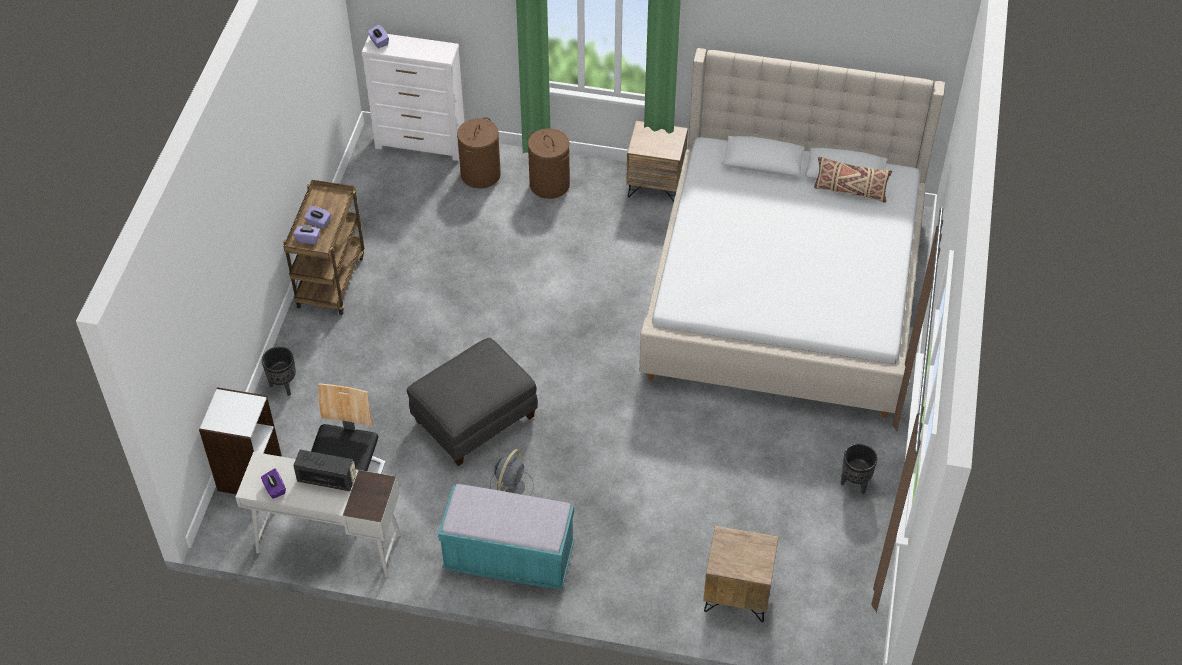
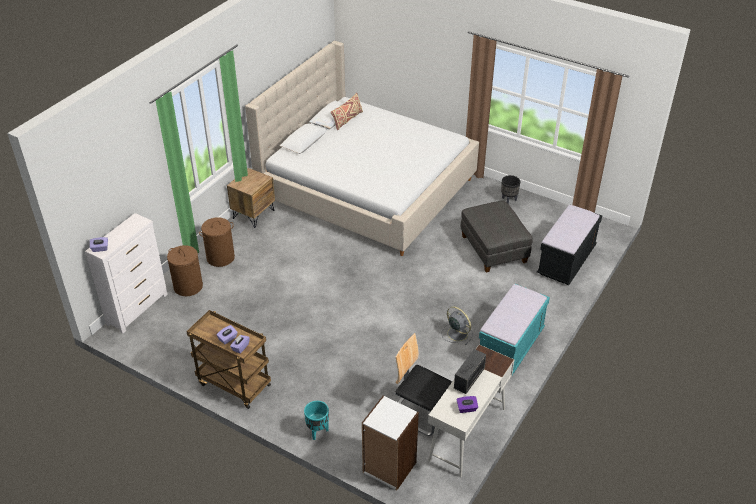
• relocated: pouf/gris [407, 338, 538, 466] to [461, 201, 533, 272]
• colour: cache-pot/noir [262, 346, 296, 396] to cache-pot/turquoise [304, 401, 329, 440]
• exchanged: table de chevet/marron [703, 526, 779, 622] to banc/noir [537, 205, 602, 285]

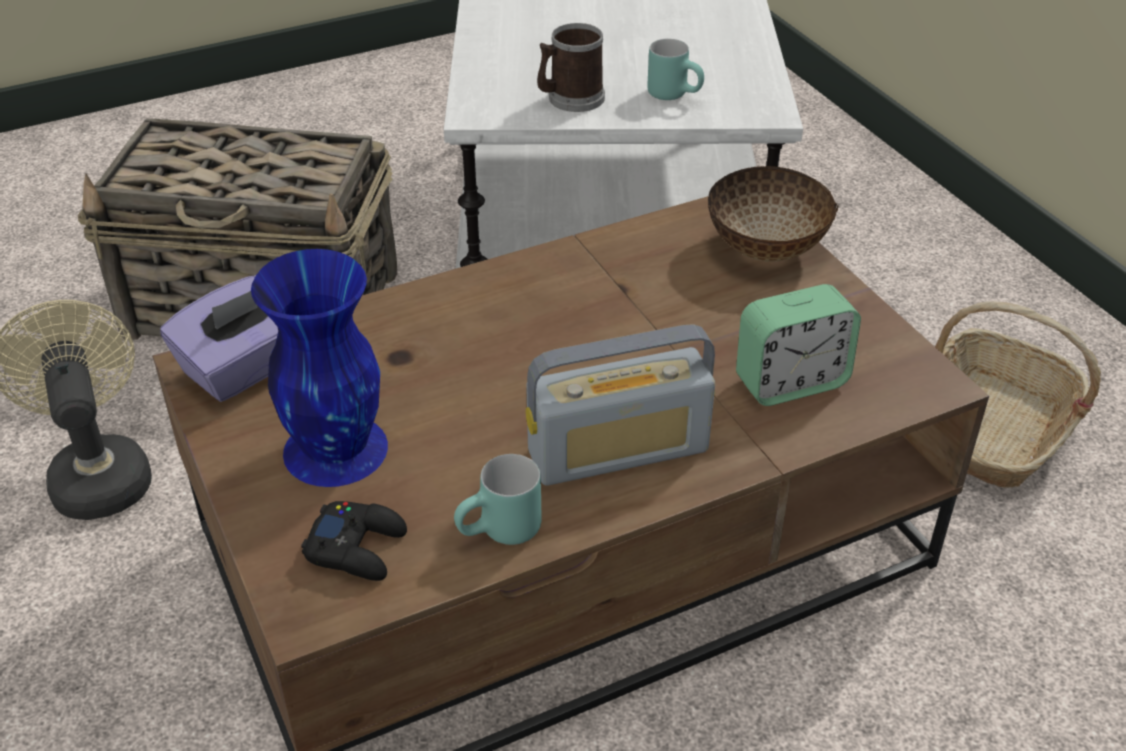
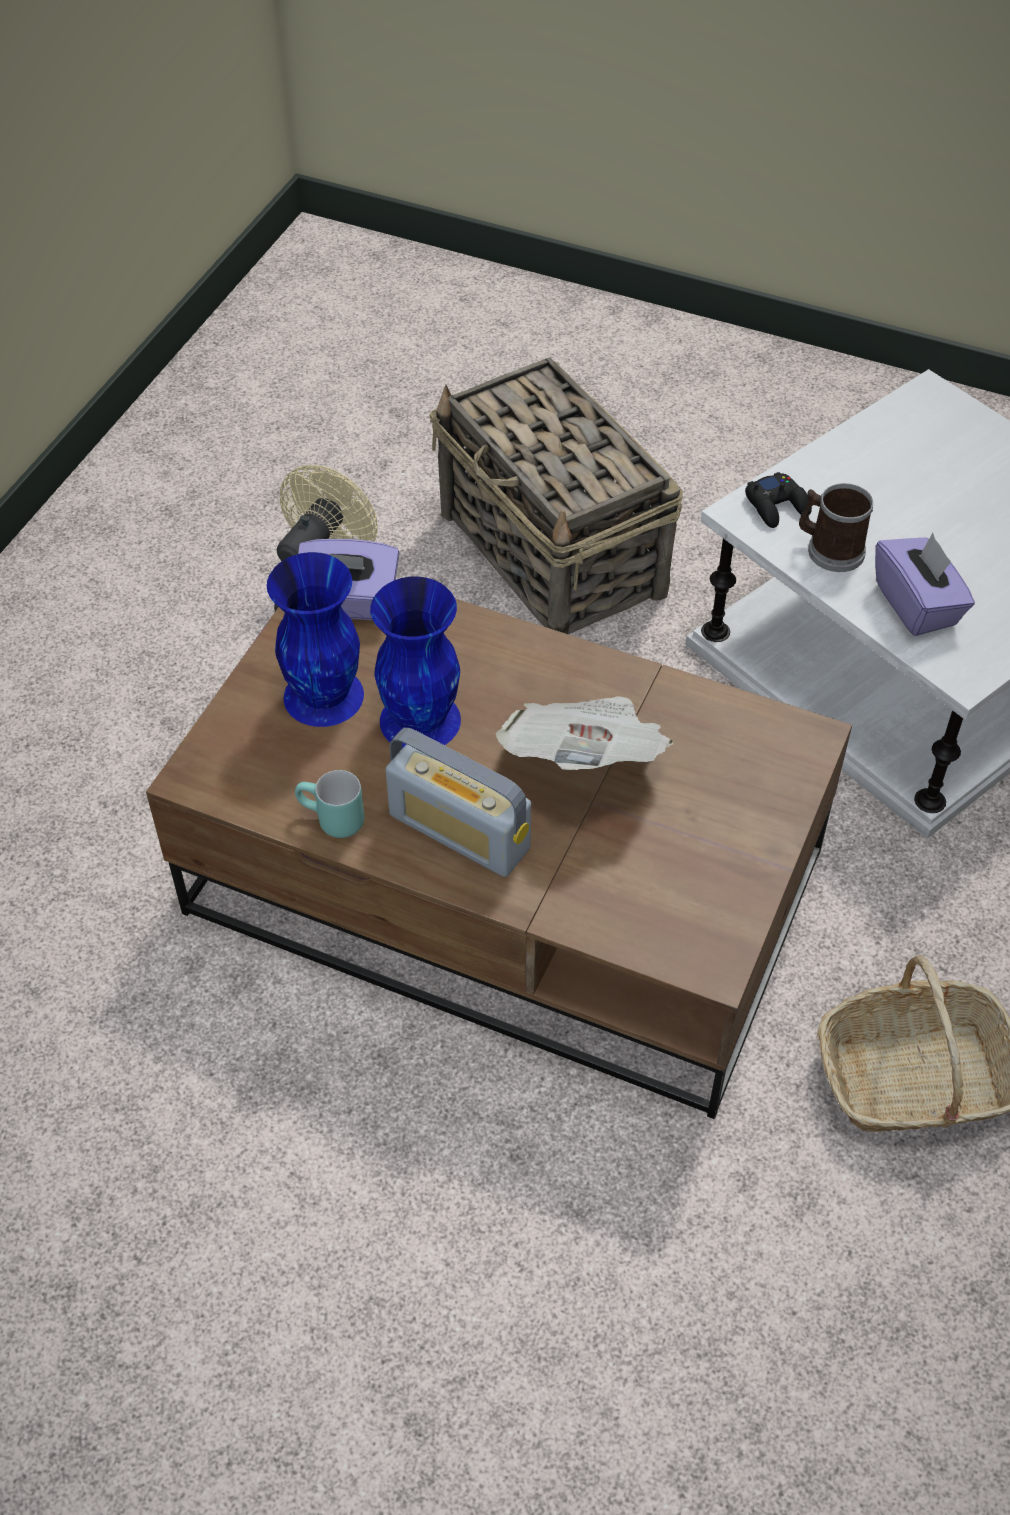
• exchanged: mug/turquoise [647, 39, 704, 100] to boîte à mouchoirs/violet [875, 533, 975, 636]
• missing: bol [708, 166, 839, 262]
• missing: réveil [736, 284, 861, 406]
• relocated: manette/noir [301, 501, 407, 581] to [745, 472, 812, 528]
• appeared: vase/bleu [370, 577, 461, 748]
• appeared: journal [496, 696, 673, 770]

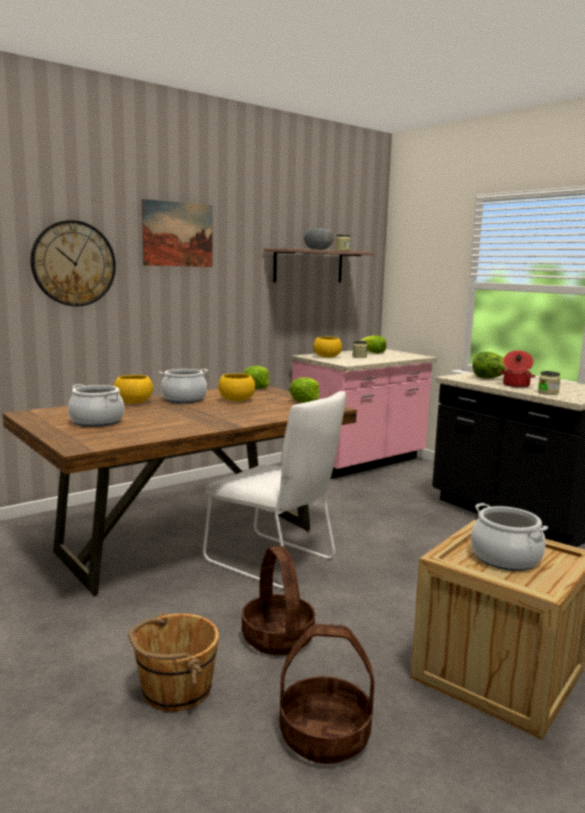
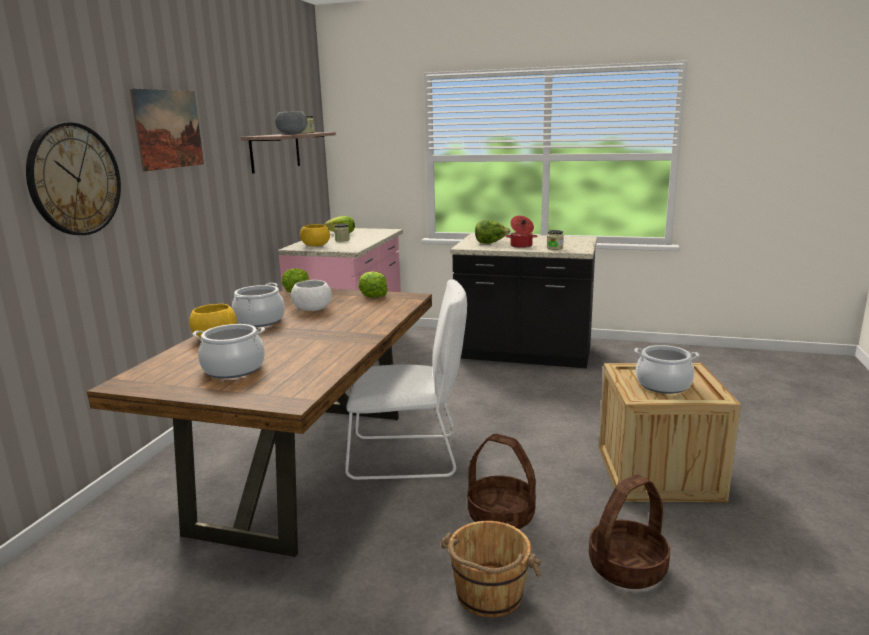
• colour: bol/jaune [218, 373, 255, 402] to bol/blanc [291, 280, 332, 311]

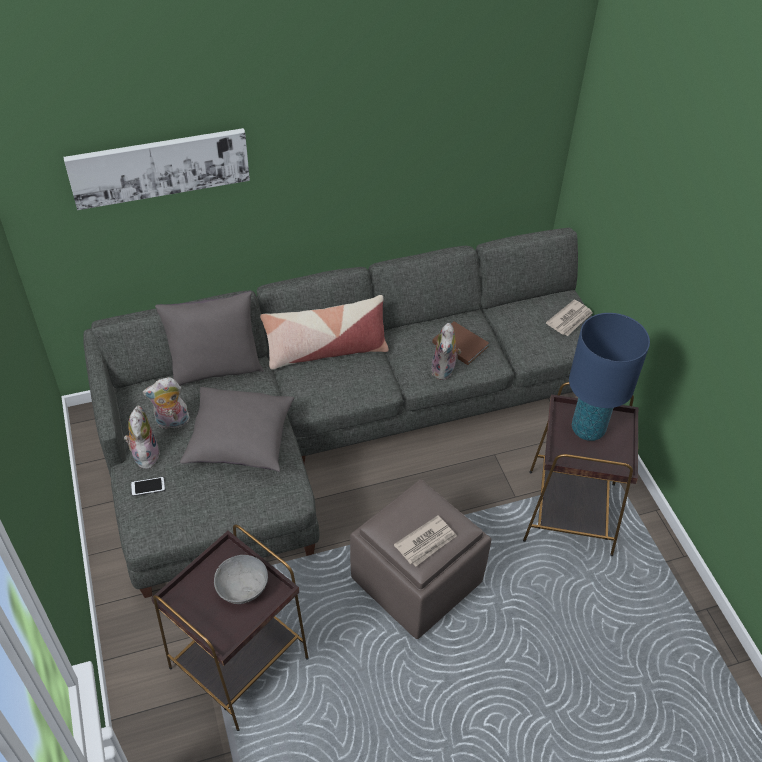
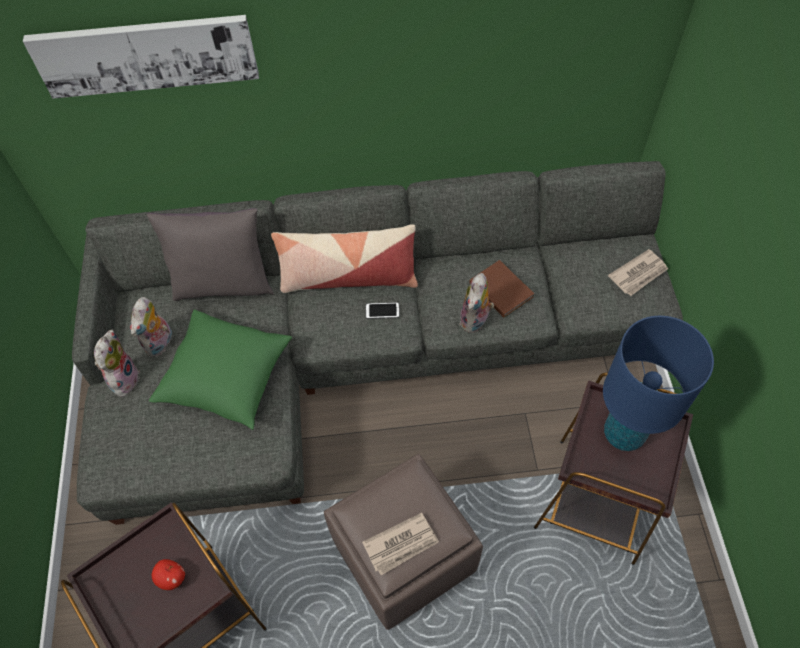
• spun: peluche [143, 377, 190, 429] = [130, 297, 172, 357] 75 degrees counterclockwise
• colour: coussin/gris [180, 387, 294, 472] to coussin/vert [149, 310, 293, 430]
• relocated: téléphone [131, 477, 166, 496] to [365, 302, 400, 319]
• exchanged: bol/gris [214, 555, 268, 604] to pomme [152, 559, 185, 590]

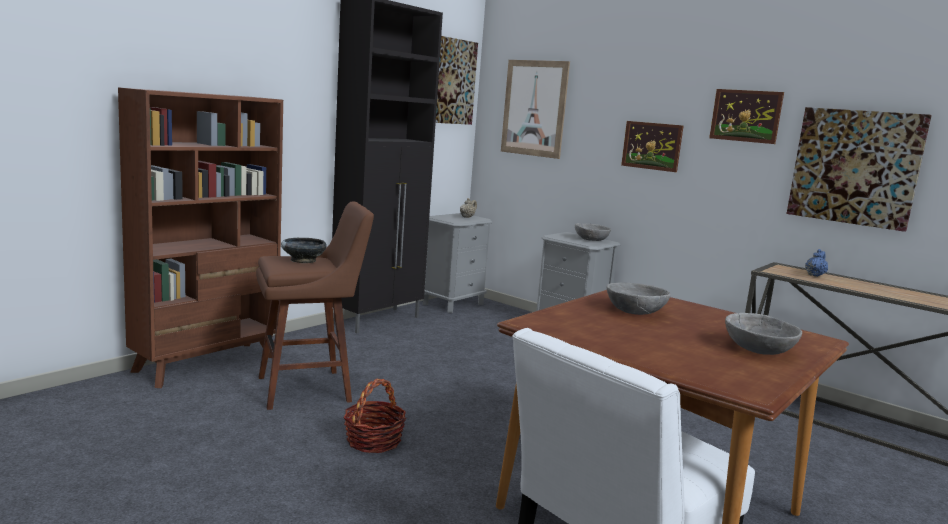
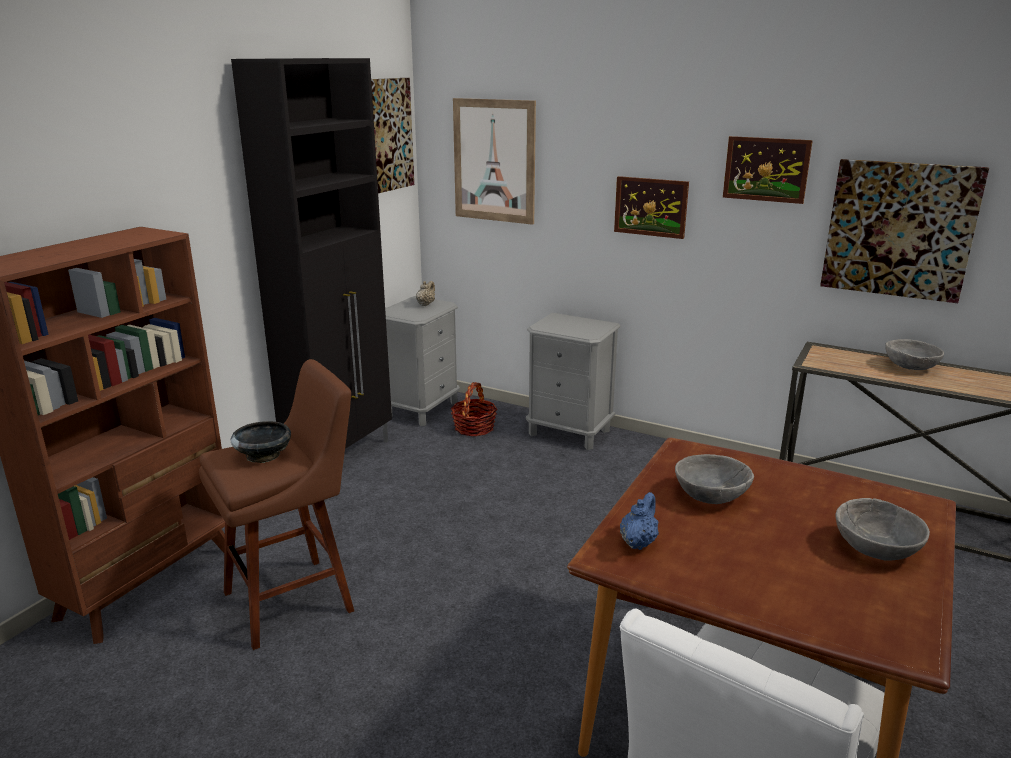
• relocated: bol/gris [575, 223, 611, 241] to [885, 339, 944, 370]
• relocated: théière/bleu [805, 249, 828, 277] to [620, 492, 659, 550]
• relocated: panier [344, 379, 406, 453] to [450, 382, 498, 436]

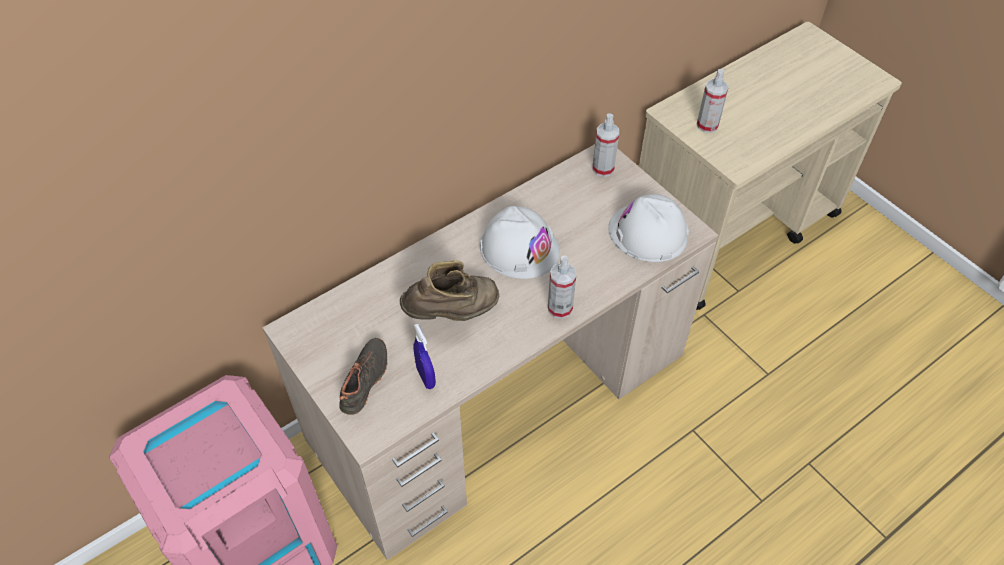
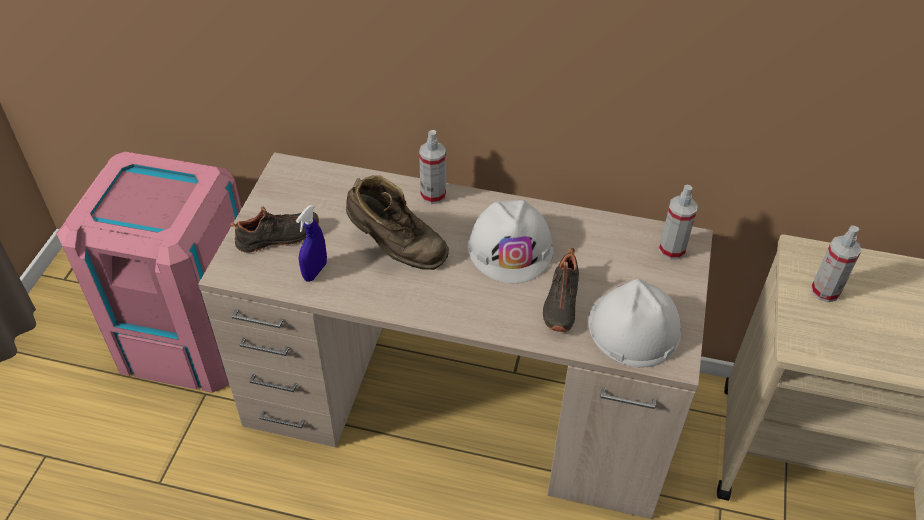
• relocated: vaporisateur [548, 255, 576, 319] to [419, 130, 446, 204]
• appeared: chaussure/noir [543, 248, 579, 332]

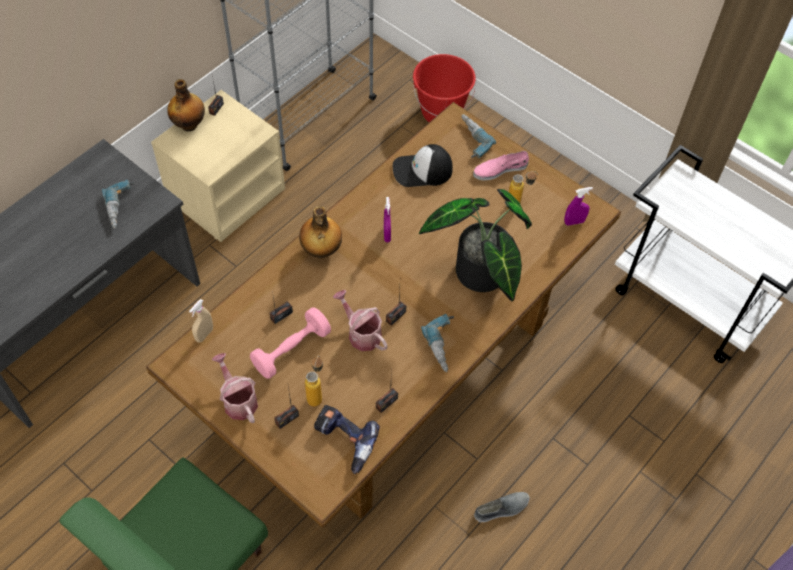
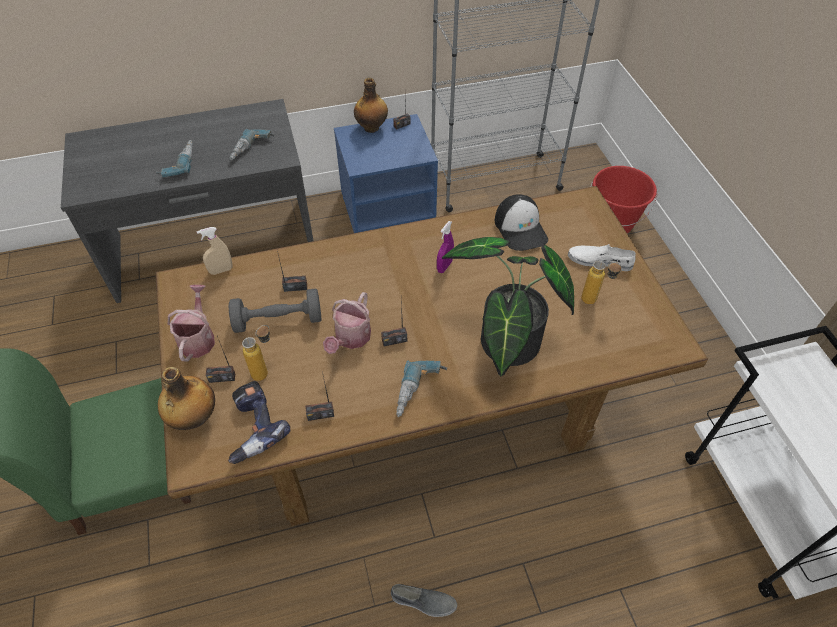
• colour: table de chevet/beige [151, 90, 285, 242] to table de chevet/bleu [334, 114, 438, 233]
• relocated: perceuse [461, 114, 496, 158] to [156, 140, 193, 177]
• spun: casquette [393, 144, 453, 187] = [495, 194, 548, 251] 135 degrees counterclockwise
• colour: chaussure/rose [473, 151, 529, 180] to chaussure/blanc [568, 244, 636, 271]
• missing: vaporisateur/violet [564, 187, 593, 226]
• relocated: bouteille [299, 206, 342, 258] to [158, 367, 215, 430]
• spun: arrosoir [333, 290, 387, 351] = [323, 292, 371, 354] 150 degrees counterclockwise
• colour: haltère/rose [250, 307, 331, 379] to haltère/gris [229, 288, 321, 333]

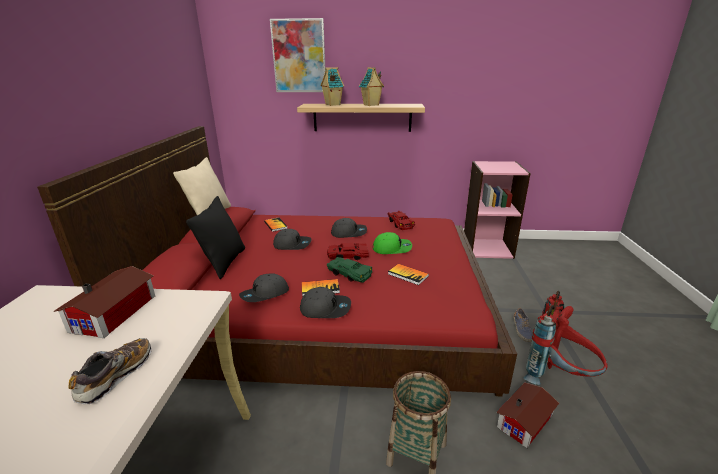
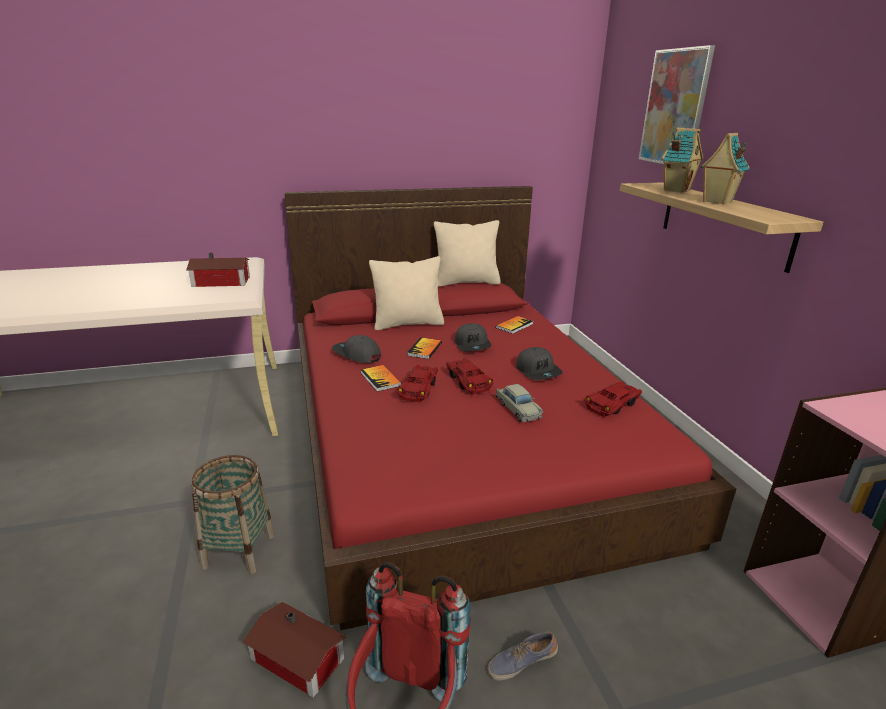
• colour: coussin/noir [186, 196, 245, 279] to coussin/beige [369, 256, 444, 330]
• exchanged: casquette/vert [373, 232, 412, 254] to petite voiture/beige [496, 384, 544, 422]
• colour: petite voiture/vert [327, 257, 372, 283] to petite voiture/rouge [397, 365, 438, 402]
• relocated: livre [388, 264, 429, 285] to [407, 337, 442, 359]
• missing: casquette/gris [300, 287, 351, 318]
• missing: chaussure [68, 338, 152, 404]

